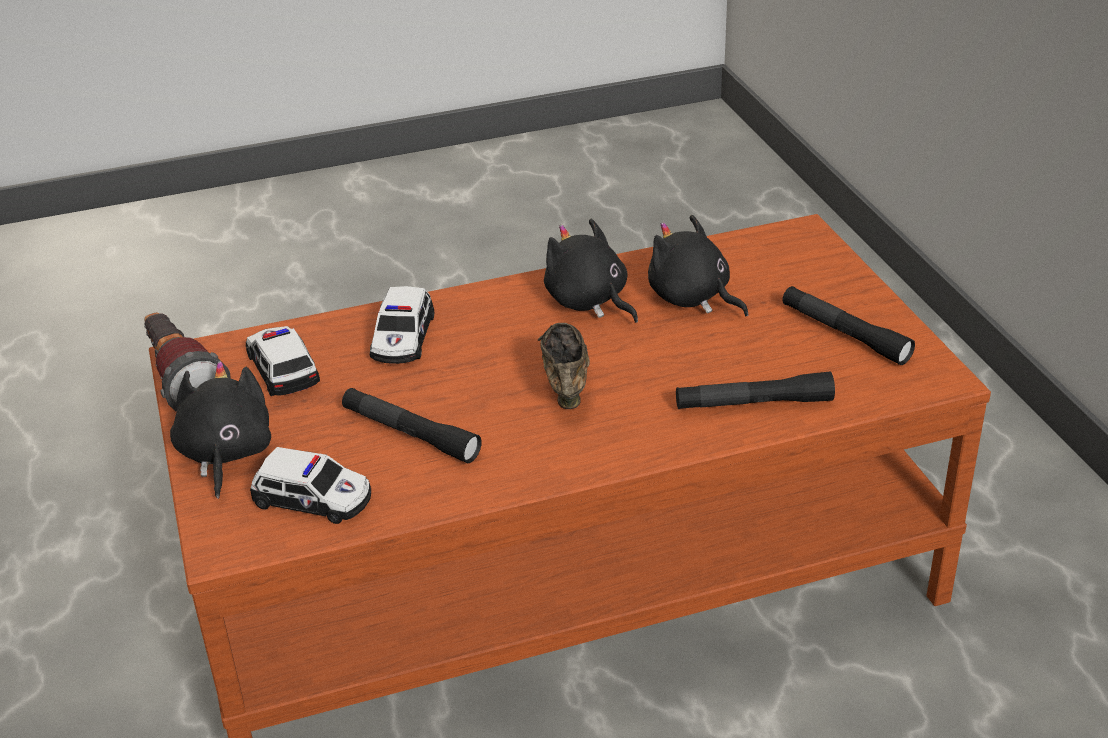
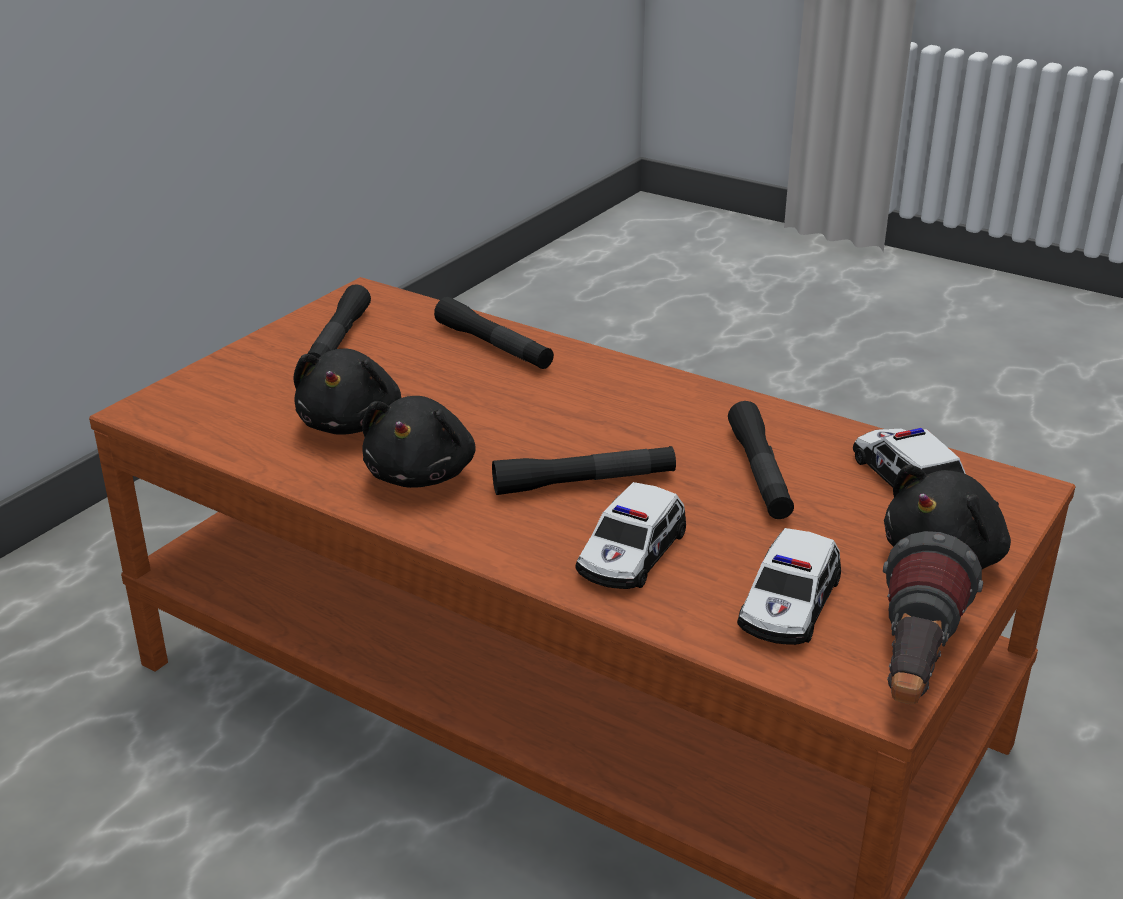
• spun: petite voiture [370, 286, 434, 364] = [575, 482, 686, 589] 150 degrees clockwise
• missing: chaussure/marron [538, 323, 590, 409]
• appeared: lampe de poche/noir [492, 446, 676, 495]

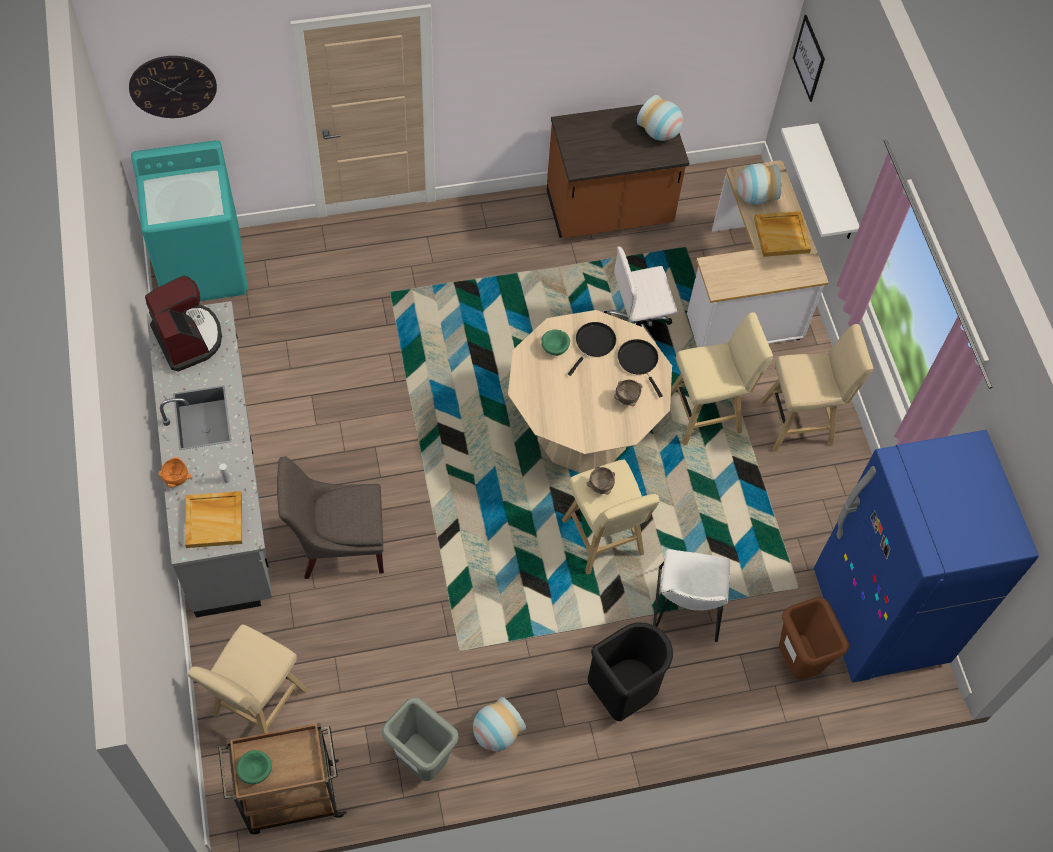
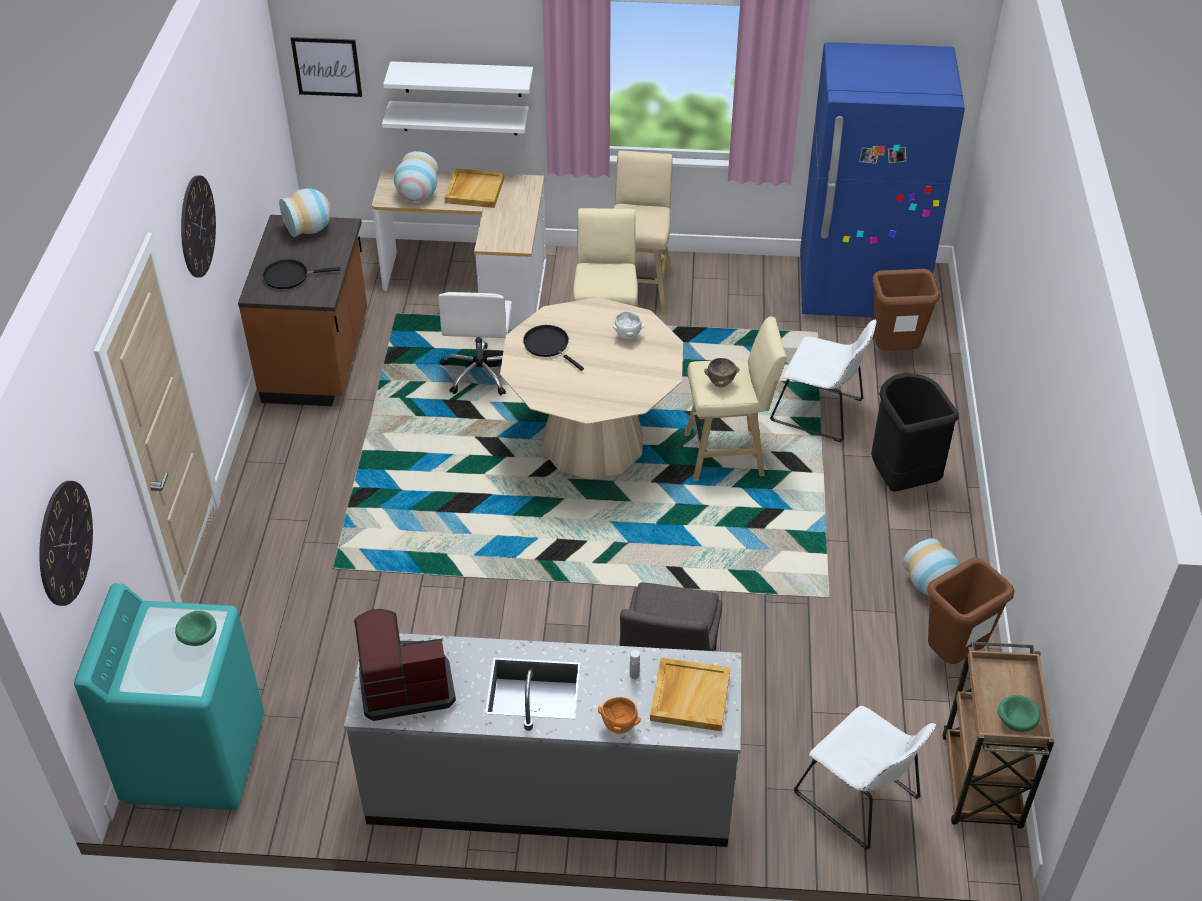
• relocated: bol/vert [541, 330, 570, 356] to [175, 611, 216, 646]
• relocated: poêle/noir [618, 339, 663, 398] to [263, 259, 341, 289]
• colour: bol/marron [614, 380, 643, 406] to bol/blanc [613, 311, 645, 340]
• exchanged: tabouret/beige [188, 624, 308, 734] to chaise/blanc [794, 706, 936, 850]
• colour: poubelle/gris [382, 697, 459, 781] to poubelle/marron [927, 558, 1014, 664]
• appeared: étagère/blanc [383, 61, 533, 97]
• appeared: horloge murale [181, 176, 216, 277]

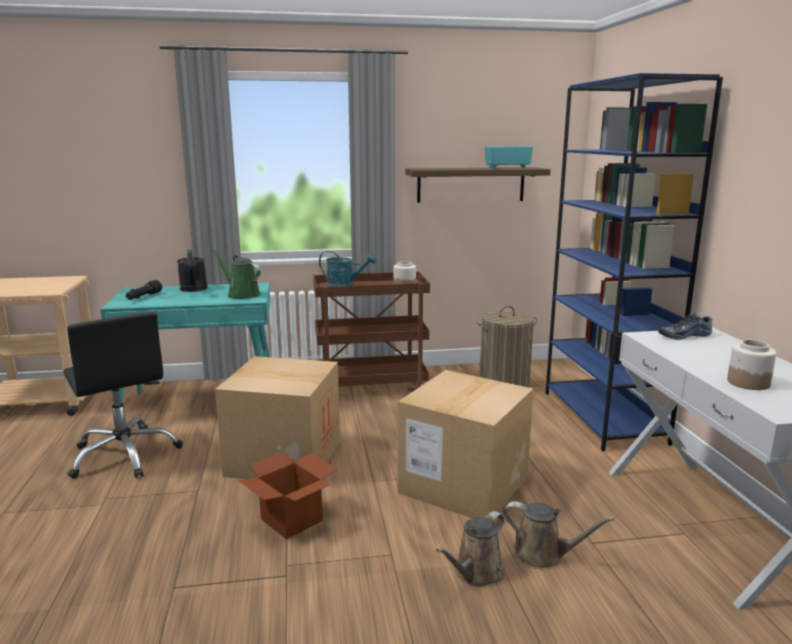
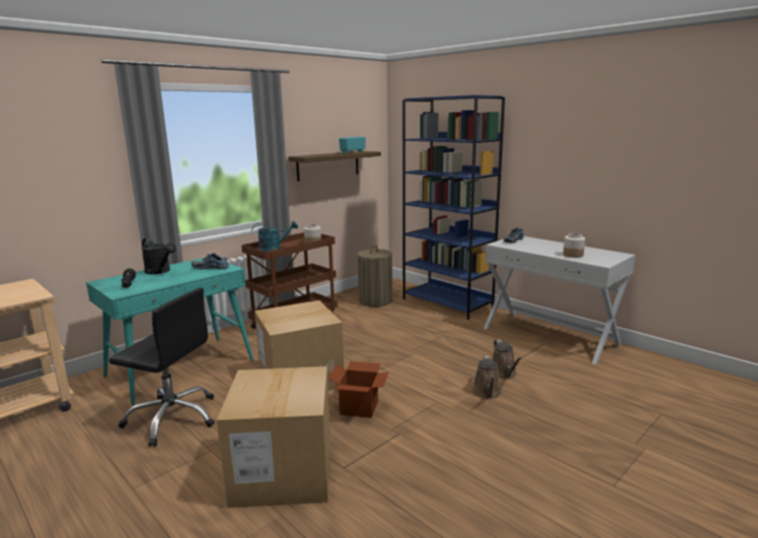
• exchanged: arrosoir/vert [212, 249, 261, 299] to chaussure [191, 253, 229, 270]
• relocated: carton [397, 370, 533, 518] to [217, 366, 331, 508]
• spun: arrosoir/marron [503, 501, 615, 569] = [492, 339, 522, 379] 90 degrees clockwise

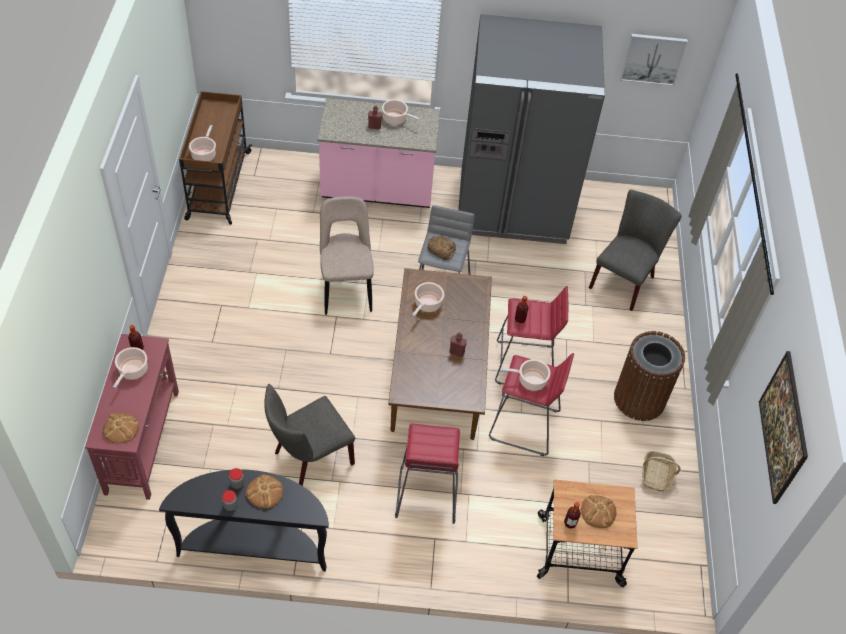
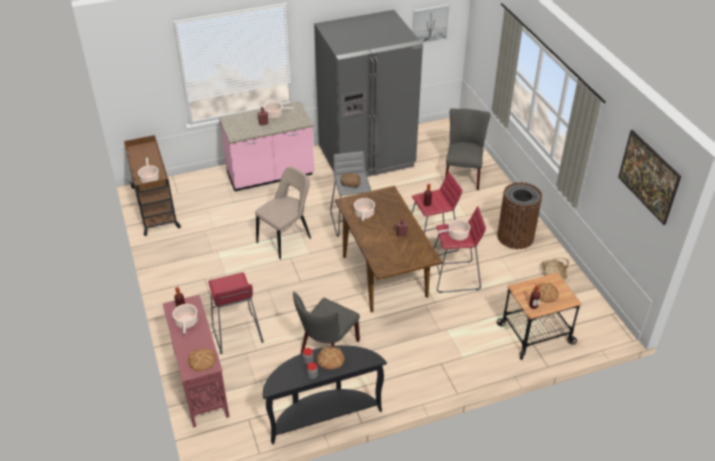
• spun: chaise/beige [320, 196, 374, 315] = [255, 167, 311, 259] 75 degrees clockwise
• relocated: tabouret/rouge [395, 424, 460, 524] to [208, 272, 264, 354]

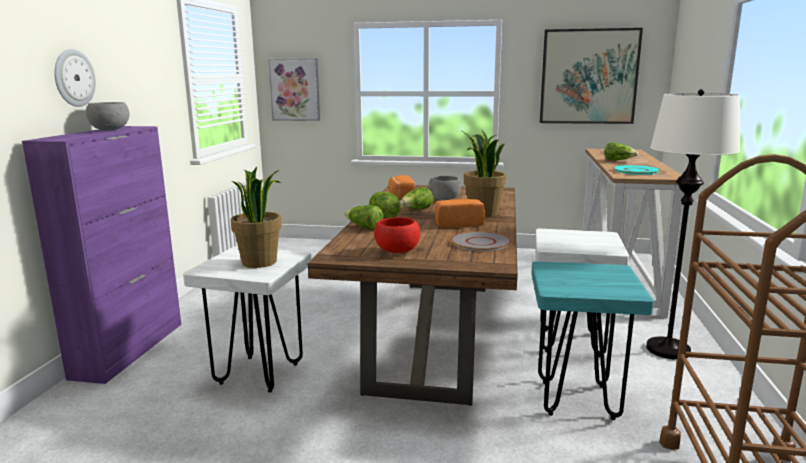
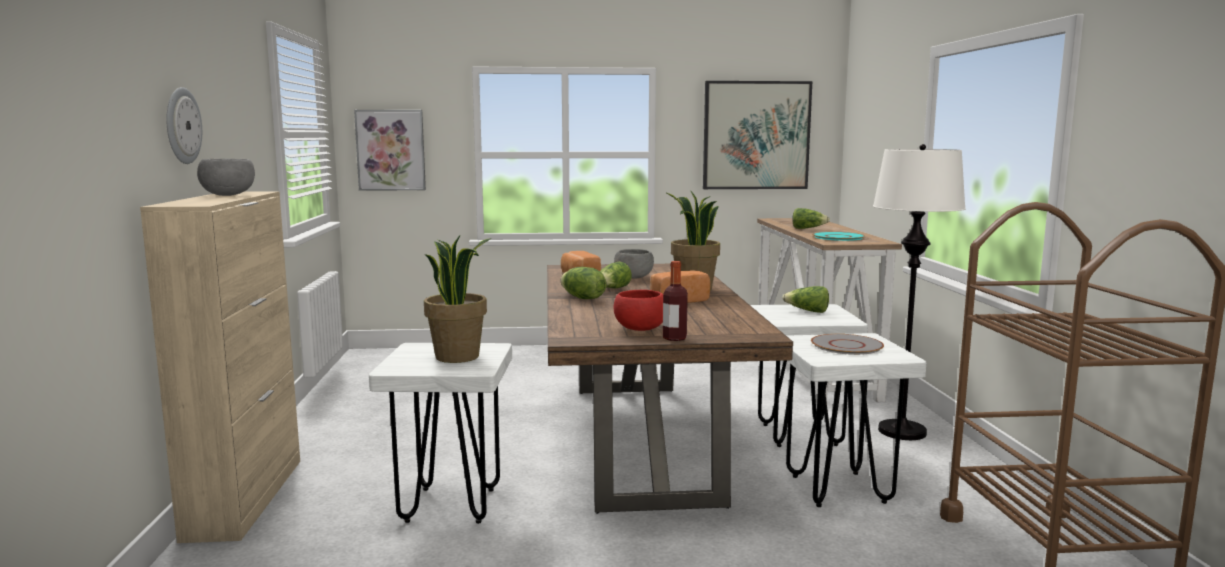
• colour: meuble de rangement/violet [22, 126, 181, 384] to meuble de rangement/beige [140, 191, 300, 543]
• relocated: laitue [345, 205, 383, 230] to [782, 286, 829, 313]
• relocated: assiette/gris [451, 232, 511, 251] to [811, 334, 884, 355]
• colour: tabouret/turquoise [531, 262, 654, 420] to tabouret/blanc [786, 333, 926, 507]
• appeared: bouteille [663, 261, 688, 341]

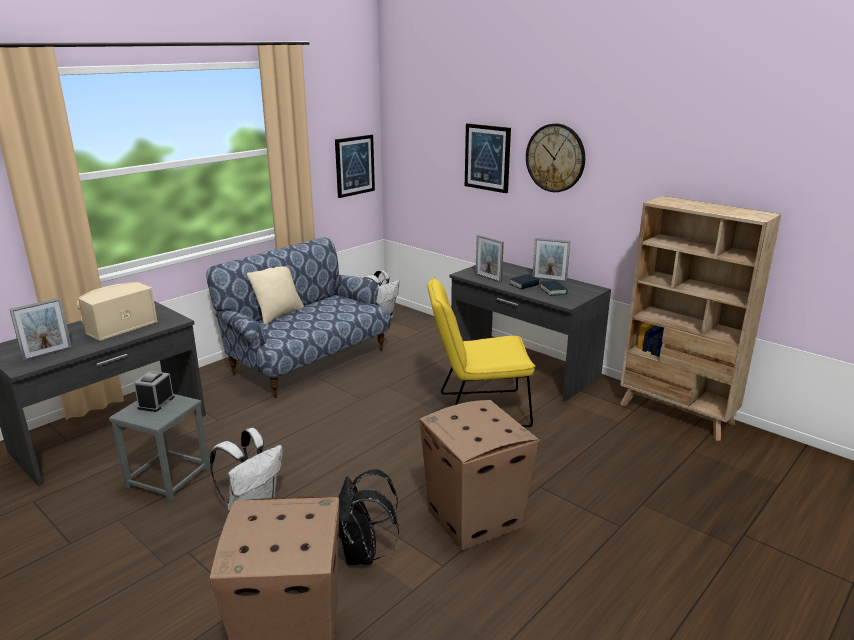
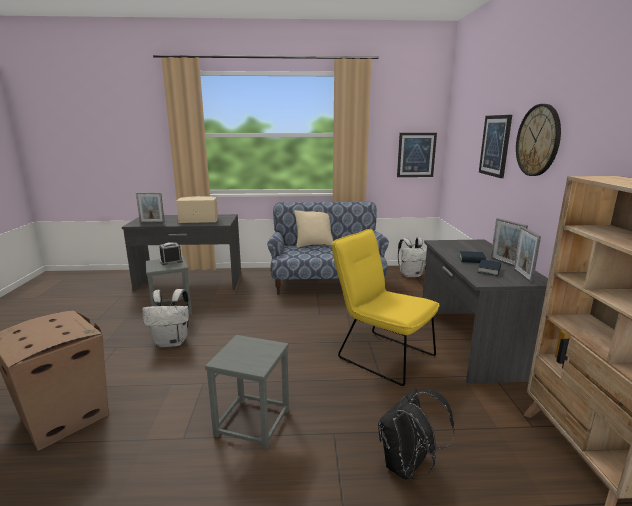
• relocated: cadre photo [475, 235, 504, 283] to [514, 226, 541, 283]
• exchanged: carton [419, 400, 540, 550] to tabouret/gris [205, 335, 289, 450]
• relocated: sac à dos/noir [339, 469, 399, 565] to [378, 388, 455, 480]

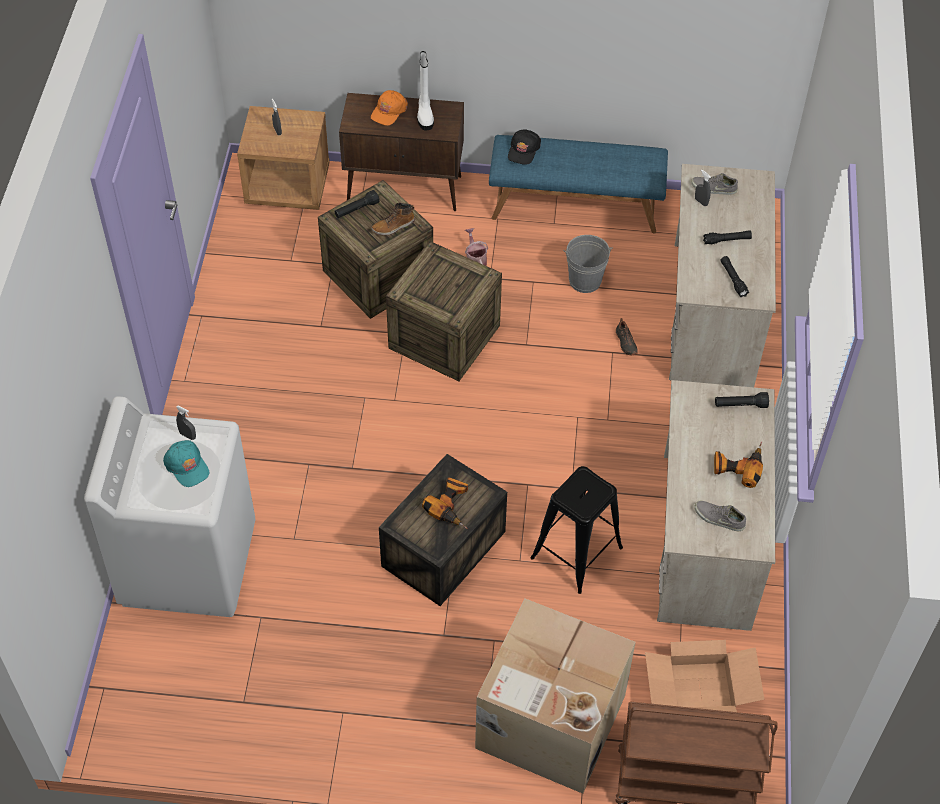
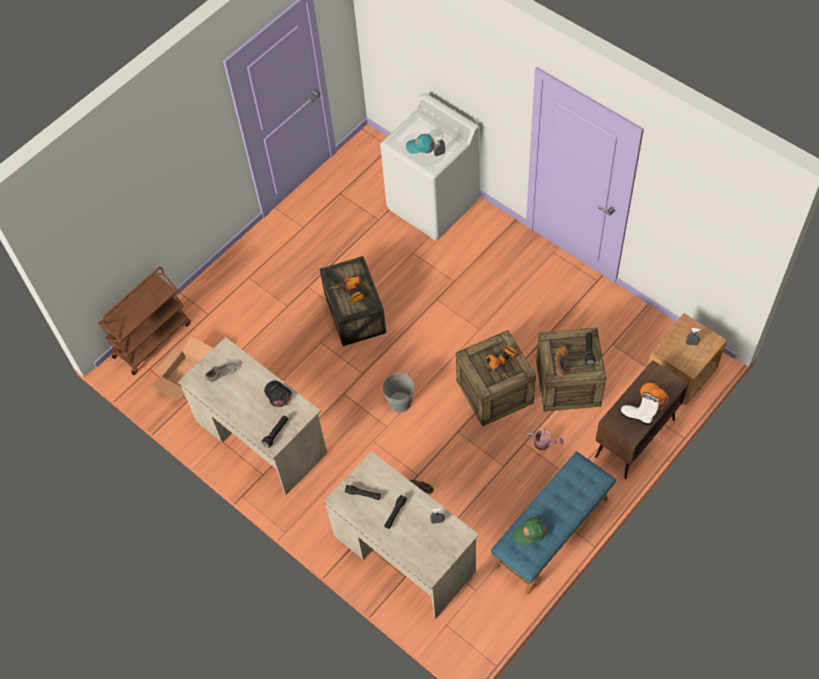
• relocated: casquette/noir [508, 129, 541, 165] to [264, 381, 292, 407]
• missing: chaussure/gris [691, 173, 738, 195]
• relocated: seau/gris [563, 235, 613, 293] to [383, 373, 414, 413]
• relocated: perceuse [714, 442, 763, 488] to [486, 345, 518, 381]
• missing: tabouret/noir [530, 466, 623, 594]
• missing: carton [475, 599, 636, 794]
• appeared: casquette/vert [513, 517, 547, 546]

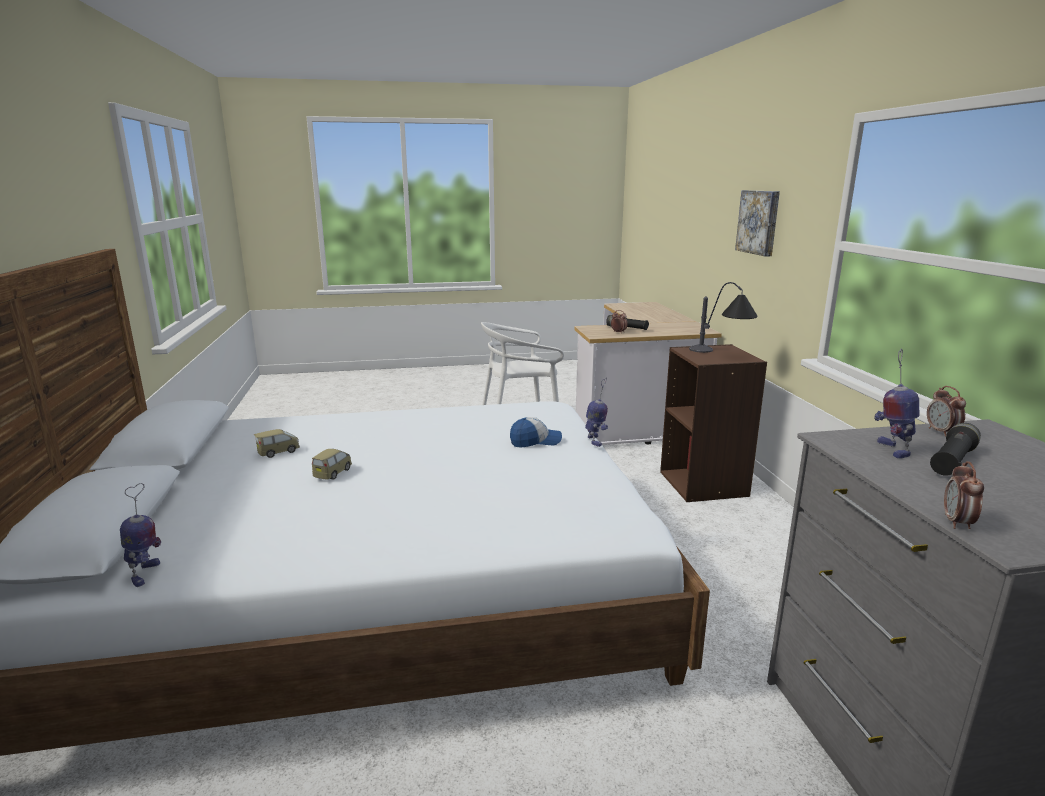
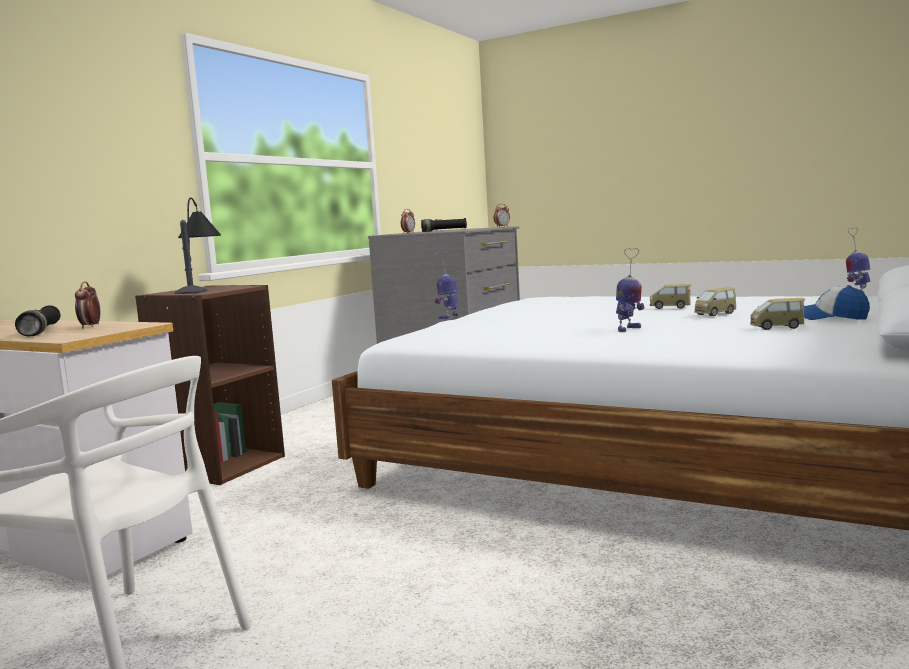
• missing: tableau [735, 190, 780, 256]
• relocated: robot jouet [874, 348, 919, 458] to [616, 248, 645, 332]
• relocated: casquette [510, 417, 562, 448] to [804, 285, 870, 320]
• appeared: petite voiture [649, 284, 692, 309]

